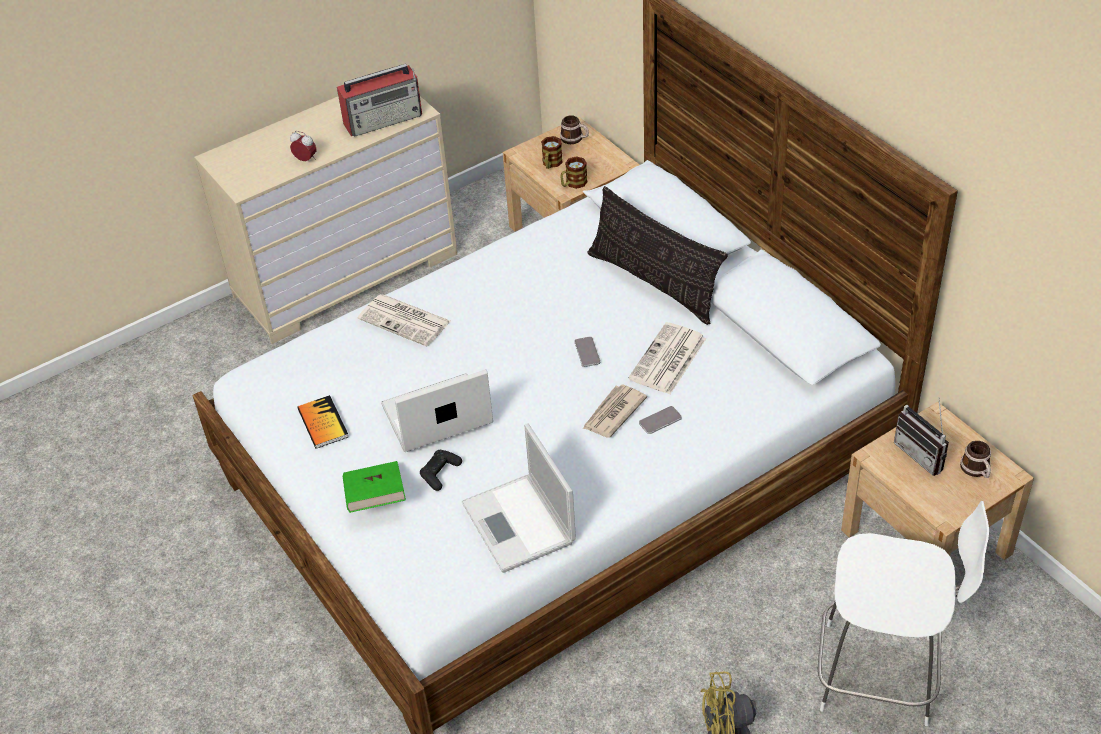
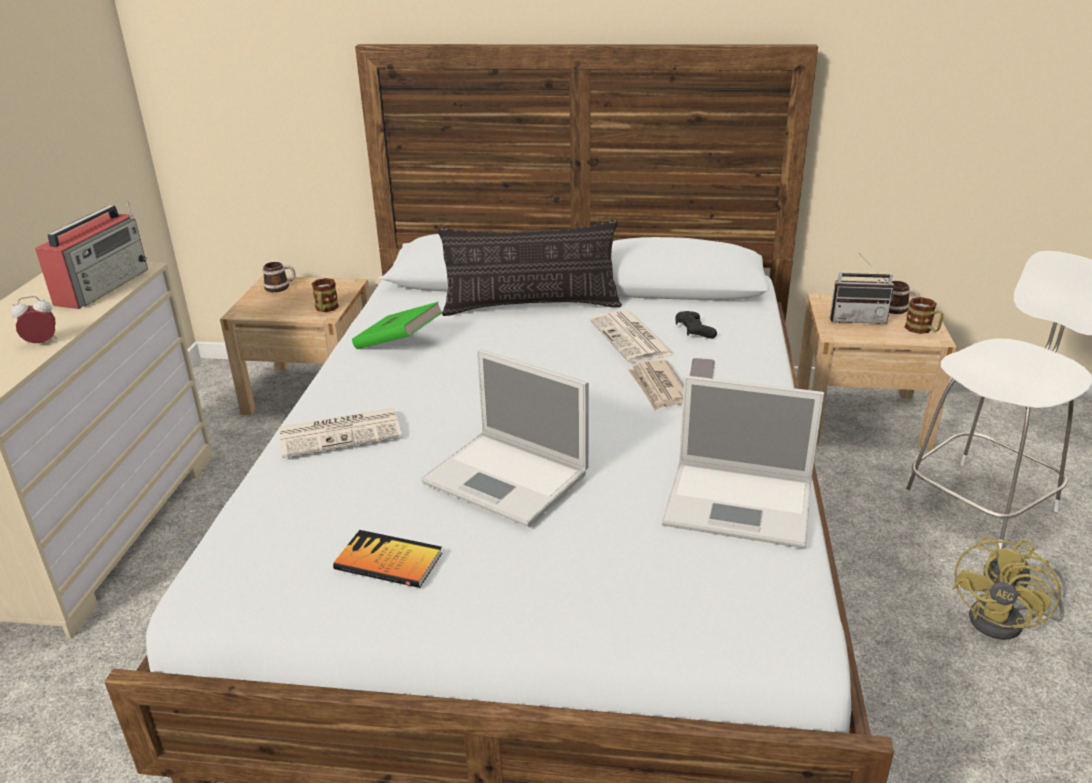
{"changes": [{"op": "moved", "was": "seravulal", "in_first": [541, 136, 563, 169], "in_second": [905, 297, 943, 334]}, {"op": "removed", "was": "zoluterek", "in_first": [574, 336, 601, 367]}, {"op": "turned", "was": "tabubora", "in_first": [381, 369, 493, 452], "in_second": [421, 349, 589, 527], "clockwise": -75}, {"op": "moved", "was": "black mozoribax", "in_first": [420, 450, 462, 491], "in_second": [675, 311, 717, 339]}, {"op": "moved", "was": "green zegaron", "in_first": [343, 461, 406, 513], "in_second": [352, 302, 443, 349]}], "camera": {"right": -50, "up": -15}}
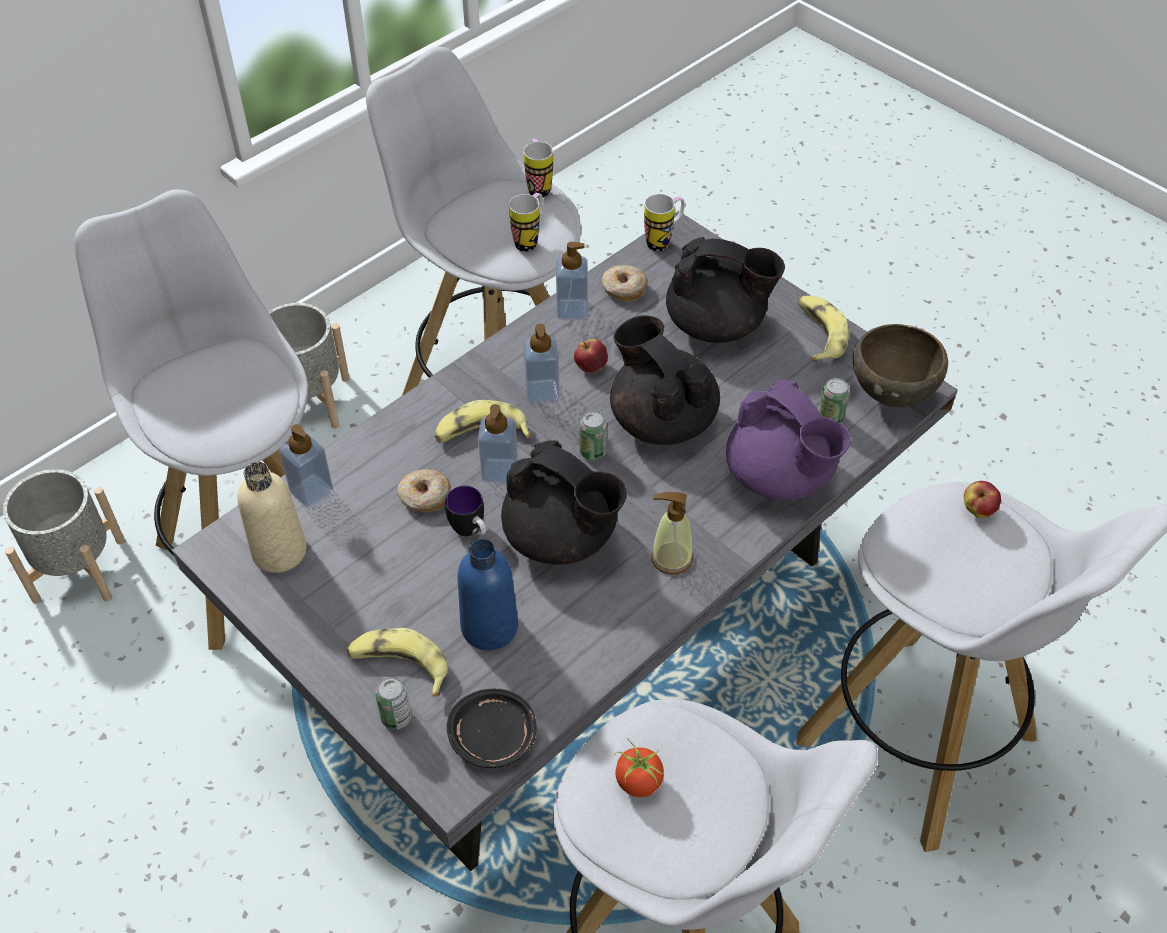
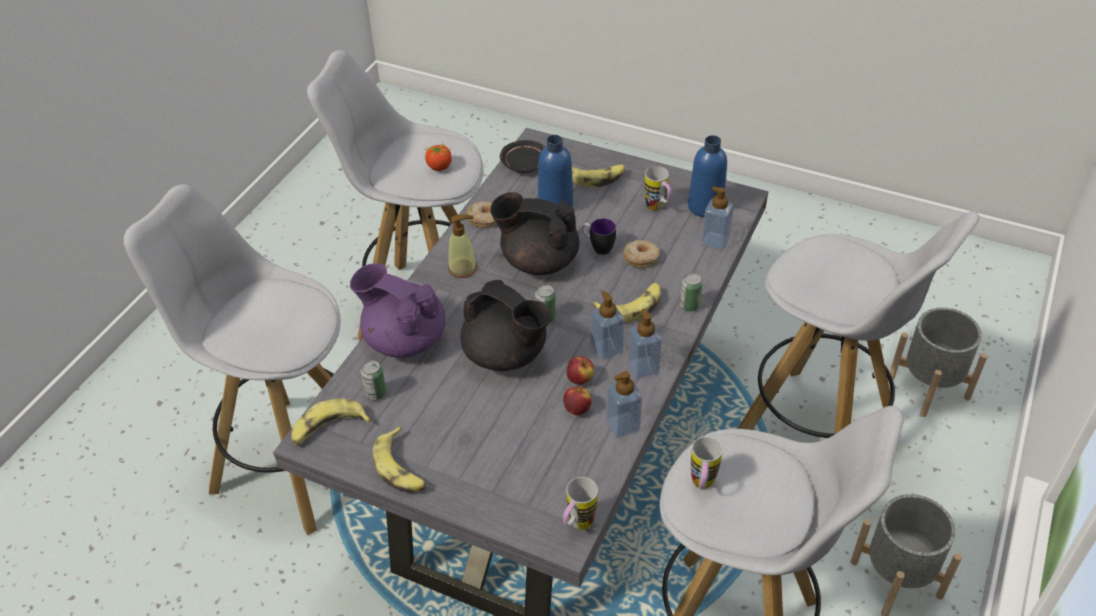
{"changes": [{"op": "moved", "was": "seravulal", "in_first": [524, 139, 553, 198], "in_second": [644, 166, 671, 211]}, {"op": "removed", "was": "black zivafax", "in_first": [666, 237, 785, 343]}, {"op": "moved", "was": "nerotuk", "in_first": [602, 265, 648, 302], "in_second": [466, 201, 497, 228]}, {"op": "replaced", "was": "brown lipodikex", "now": "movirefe", "in_first": [853, 324, 948, 407], "in_second": [291, 399, 371, 446]}, {"op": "moved", "was": "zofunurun", "in_first": [478, 404, 518, 483], "in_second": [628, 309, 662, 378]}, {"op": "recoloured", "was": "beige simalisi", "now": "blue simalisi", "in_first": [237, 462, 307, 573], "in_second": [688, 135, 727, 217]}, {"op": "moved", "was": "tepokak", "in_first": [964, 481, 1001, 518], "in_second": [563, 386, 592, 415]}, {"op": "moved", "was": "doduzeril", "in_first": [375, 677, 412, 730], "in_second": [680, 273, 703, 311]}], "camera": {"right": 160, "up": -5}}
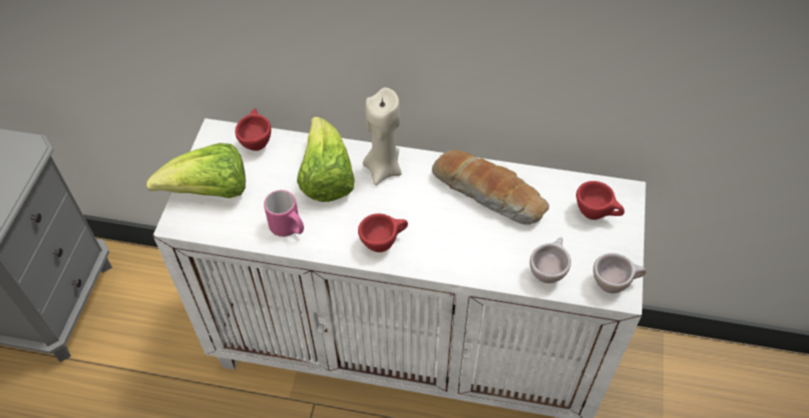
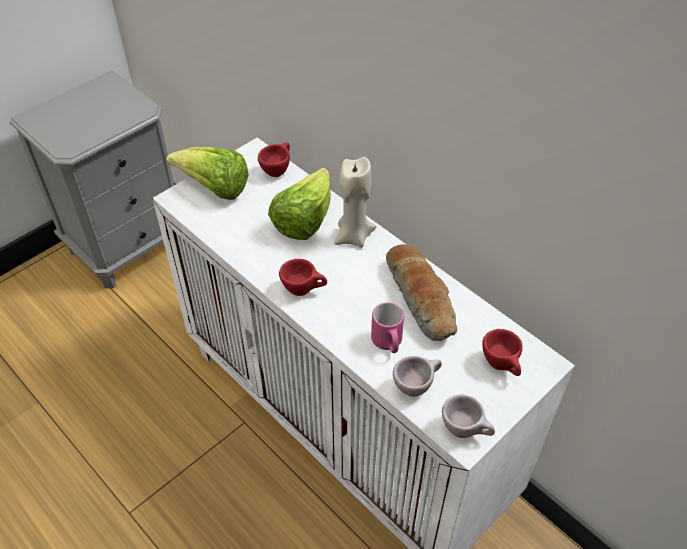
{"changes": [{"op": "moved", "was": "pink seravulal", "in_first": [264, 190, 304, 237], "in_second": [371, 302, 404, 353]}], "camera": {"right": 35, "up": -5}}
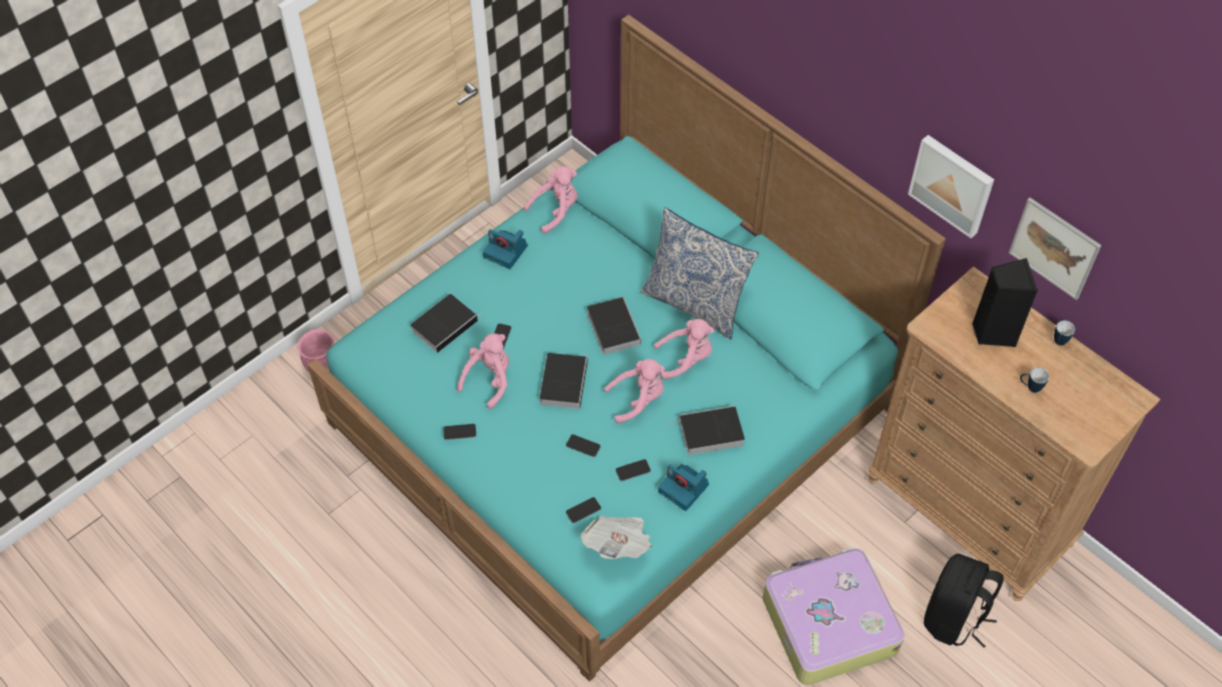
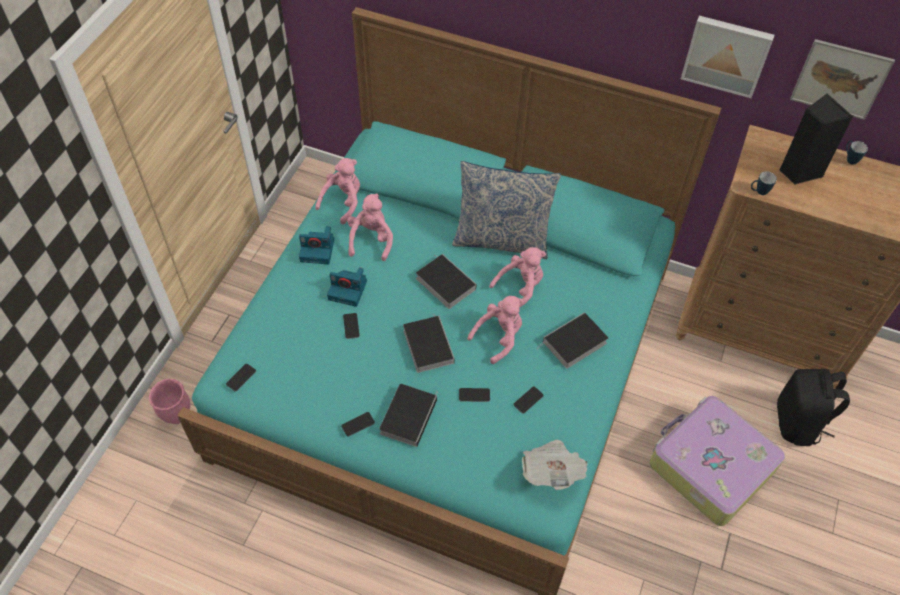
{"changes": [{"op": "moved", "was": "zegaron", "in_first": [410, 294, 483, 353], "in_second": [379, 384, 438, 447]}, {"op": "moved", "was": "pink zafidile", "in_first": [457, 333, 509, 409], "in_second": [347, 193, 393, 261]}, {"op": "moved", "was": "seravulal", "in_first": [1020, 367, 1049, 393], "in_second": [751, 171, 777, 195]}, {"op": "moved", "was": "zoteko", "in_first": [658, 464, 709, 511], "in_second": [327, 267, 367, 307]}, {"op": "moved", "was": "zoluterek", "in_first": [566, 497, 601, 523], "in_second": [226, 364, 256, 391]}], "camera": {"right": -25, "up": 0}}
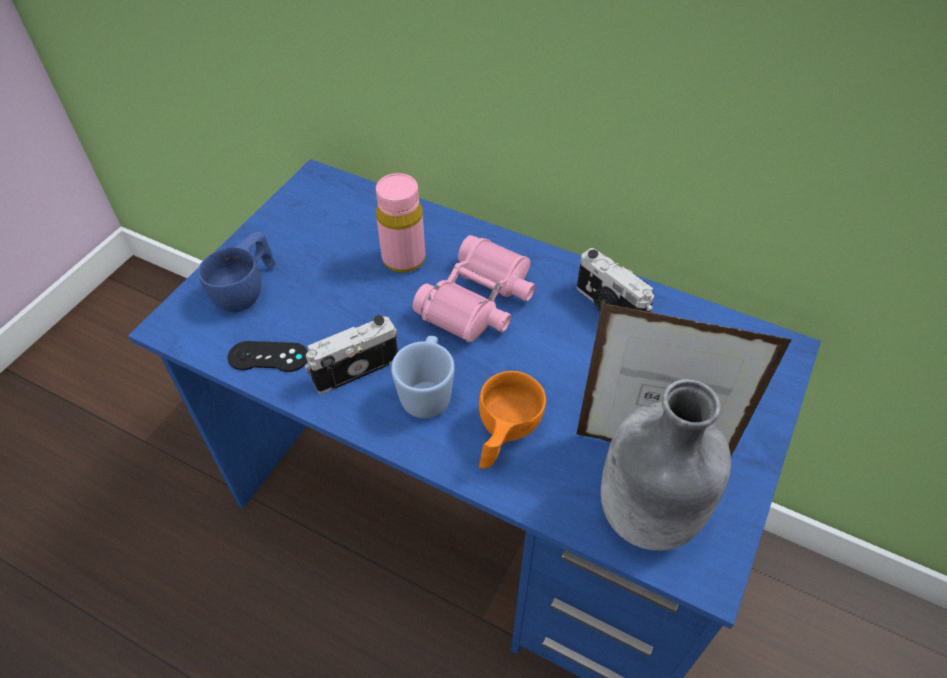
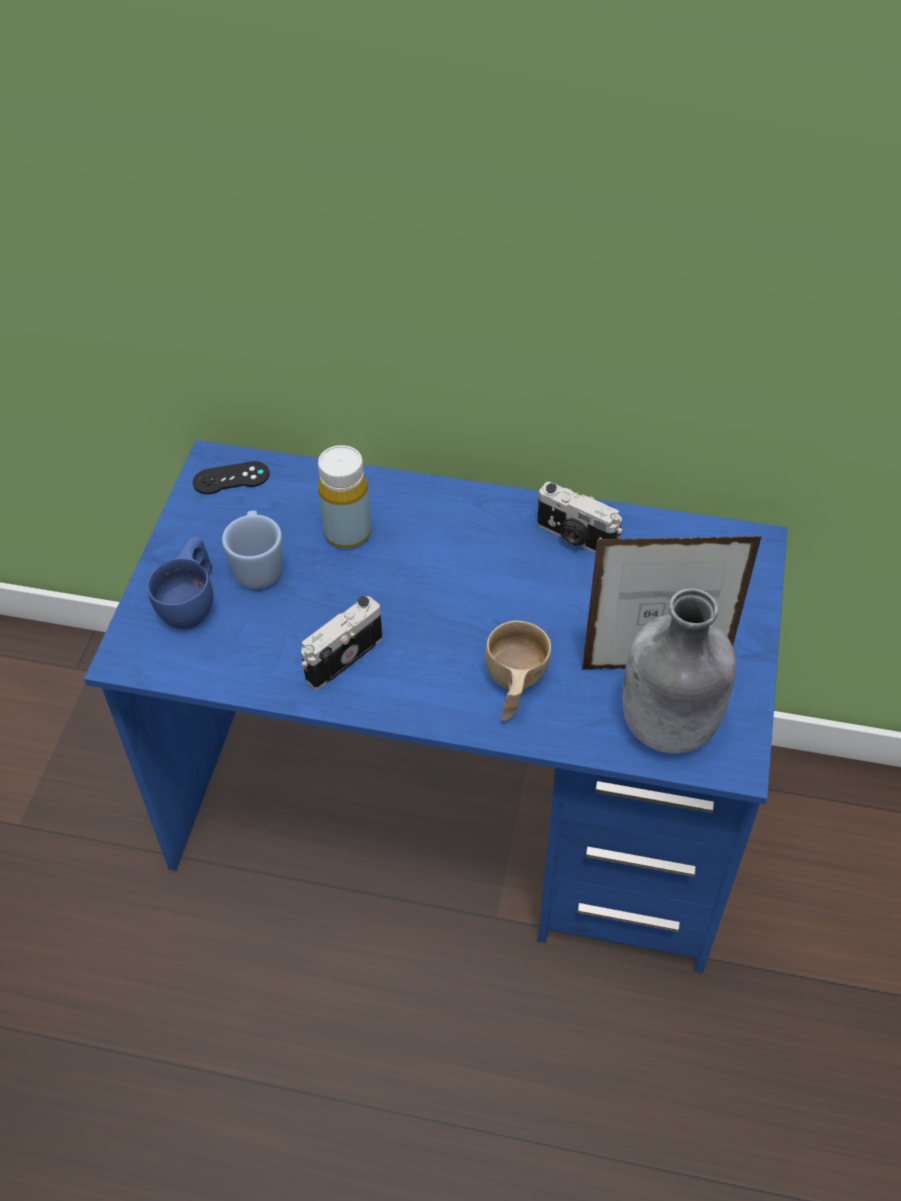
{"changes": [{"op": "recoloured", "was": "pink simalisi", "now": "yellow simalisi", "in_first": [376, 173, 425, 273], "in_second": [318, 445, 371, 548]}, {"op": "removed", "was": "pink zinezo", "in_first": [413, 235, 535, 342]}, {"op": "moved", "was": "blue seravulal", "in_first": [391, 336, 455, 418], "in_second": [222, 510, 282, 589]}, {"op": "moved", "was": "black mozoribax", "in_first": [228, 341, 308, 372], "in_second": [193, 461, 269, 494]}, {"op": "recoloured", "was": "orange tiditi", "now": "beige tiditi", "in_first": [479, 371, 546, 469], "in_second": [485, 621, 551, 721]}], "camera": {"right": -15, "up": 0}}
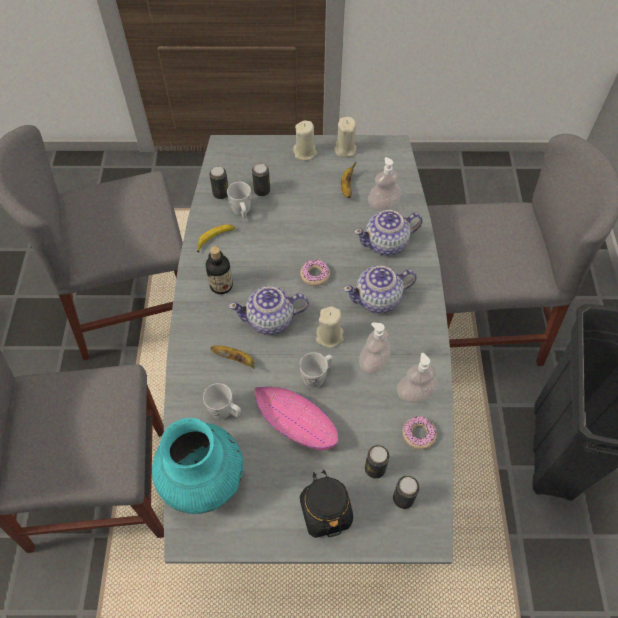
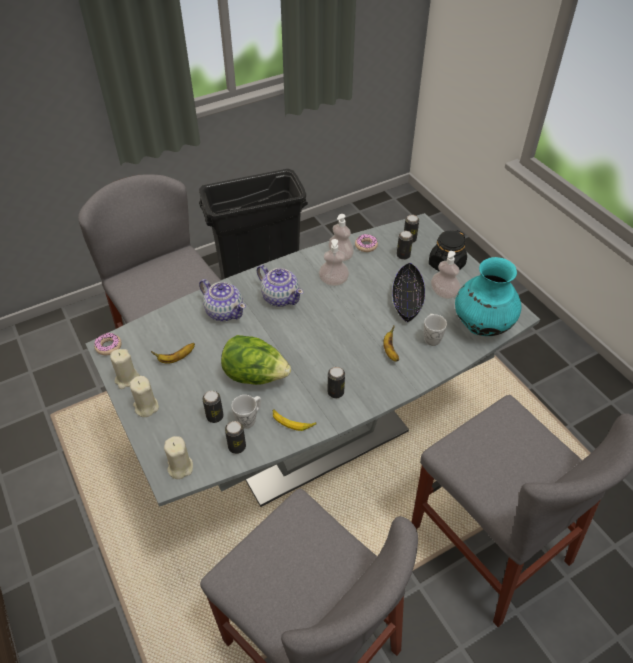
{"changes": [{"op": "moved", "was": "zofunurun", "in_first": [368, 157, 401, 211], "in_second": [431, 251, 460, 299]}, {"op": "replaced", "was": "simalisi", "now": "doduzeril", "in_first": [206, 246, 233, 294], "in_second": [327, 367, 345, 398]}, {"op": "moved", "was": "nerotuk", "in_first": [300, 260, 330, 286], "in_second": [94, 333, 122, 355]}, {"op": "removed", "was": "zivafax", "in_first": [228, 286, 309, 335]}, {"op": "moved", "was": "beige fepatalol", "in_first": [316, 307, 344, 348], "in_second": [164, 436, 193, 479]}, {"op": "removed", "was": "white seravulal", "in_first": [299, 352, 333, 388]}, {"op": "recoloured", "was": "pink lipodikex", "now": "black lipodikex", "in_first": [255, 387, 338, 450], "in_second": [392, 263, 425, 322]}, {"op": "added", "now": "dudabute", "in_second": [221, 335, 291, 385]}], "camera": {"right": -120, "up": -10}}
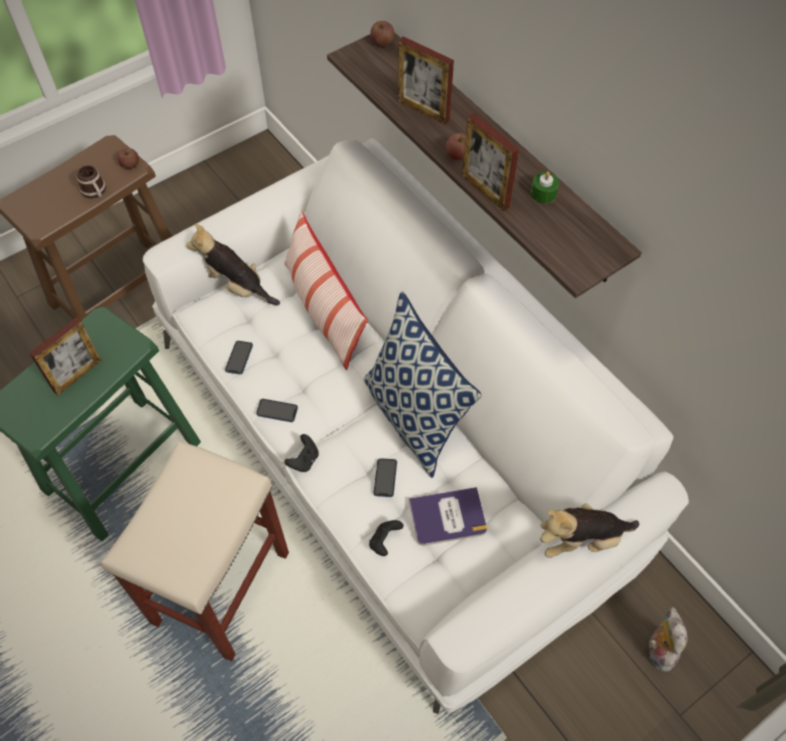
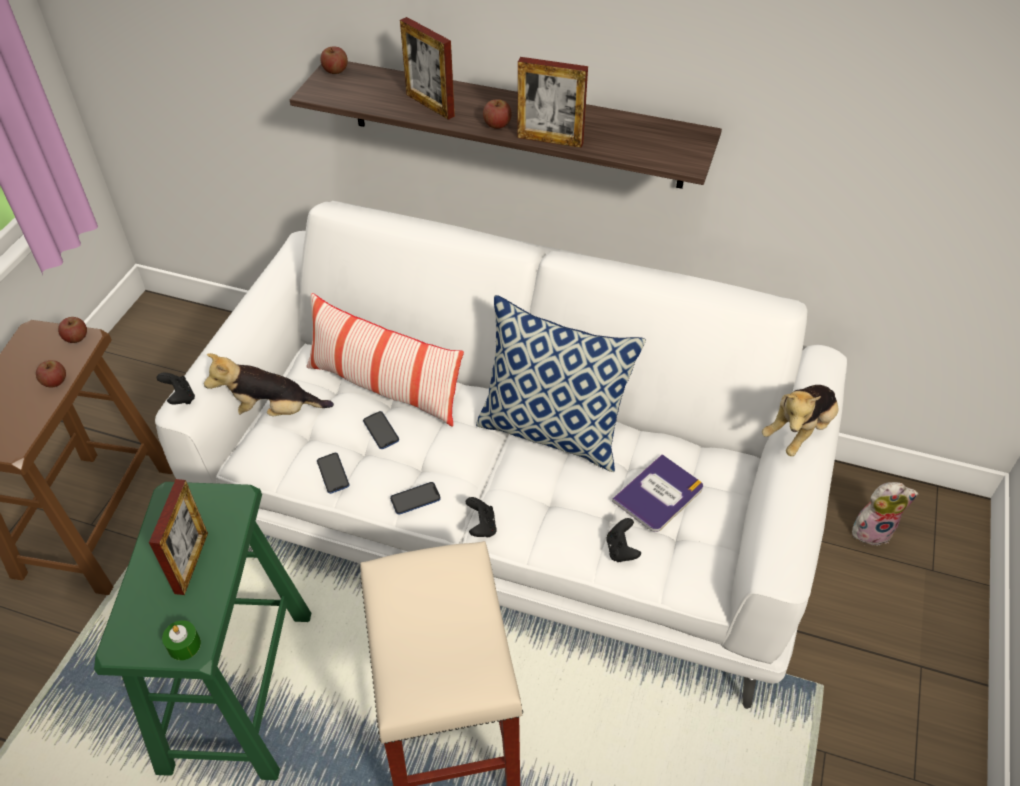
{"changes": [{"op": "turned", "was": "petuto", "in_first": [398, 36, 454, 125], "in_second": [400, 17, 455, 120], "clockwise": 45}, {"op": "replaced", "was": "seravulal", "now": "tepokak", "in_first": [76, 165, 106, 198], "in_second": [36, 360, 66, 388]}, {"op": "moved", "was": "green fepatalol", "in_first": [531, 171, 559, 204], "in_second": [162, 620, 201, 660]}, {"op": "moved", "was": "zoluterek", "in_first": [374, 458, 397, 497], "in_second": [363, 411, 399, 449]}, {"op": "turned", "was": "zafidile", "in_first": [646, 607, 688, 672], "in_second": [852, 482, 918, 546], "clockwise": 120}, {"op": "added", "now": "black mozoribax", "in_second": [157, 373, 195, 404]}], "camera": {"right": -35, "up": -10}}
